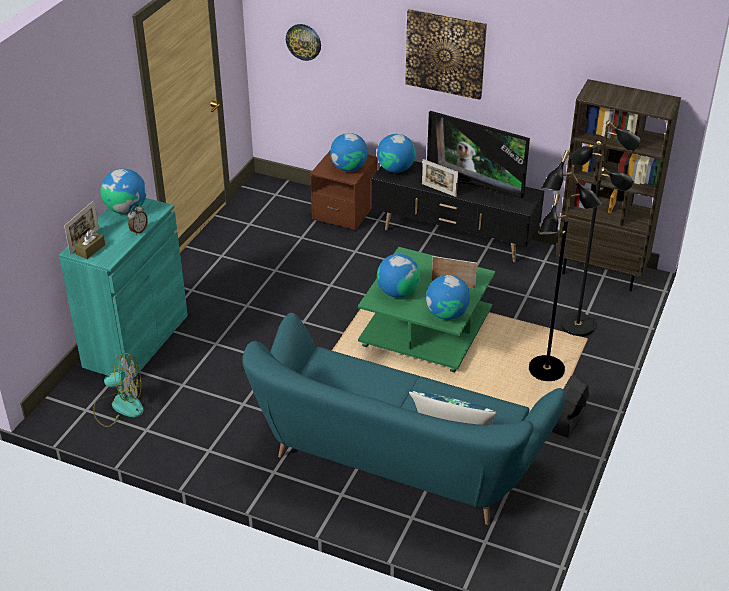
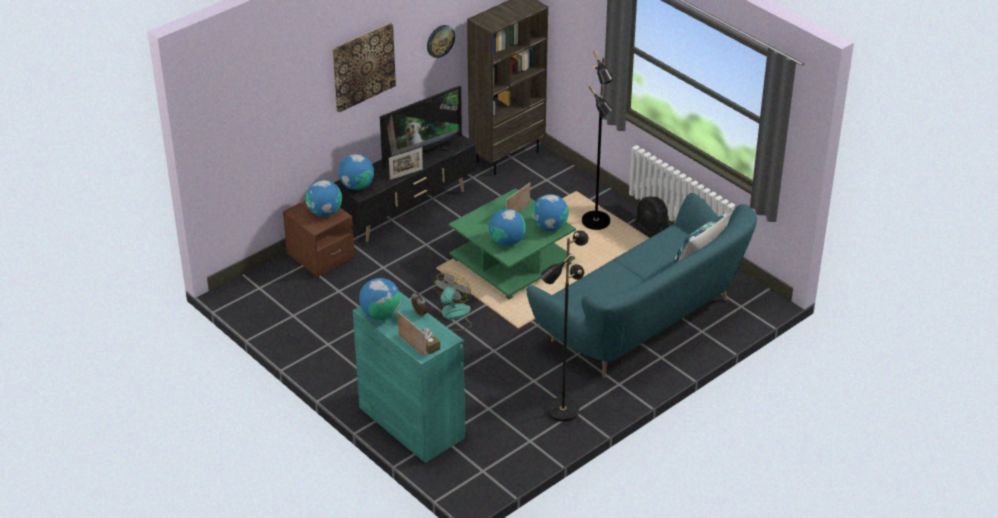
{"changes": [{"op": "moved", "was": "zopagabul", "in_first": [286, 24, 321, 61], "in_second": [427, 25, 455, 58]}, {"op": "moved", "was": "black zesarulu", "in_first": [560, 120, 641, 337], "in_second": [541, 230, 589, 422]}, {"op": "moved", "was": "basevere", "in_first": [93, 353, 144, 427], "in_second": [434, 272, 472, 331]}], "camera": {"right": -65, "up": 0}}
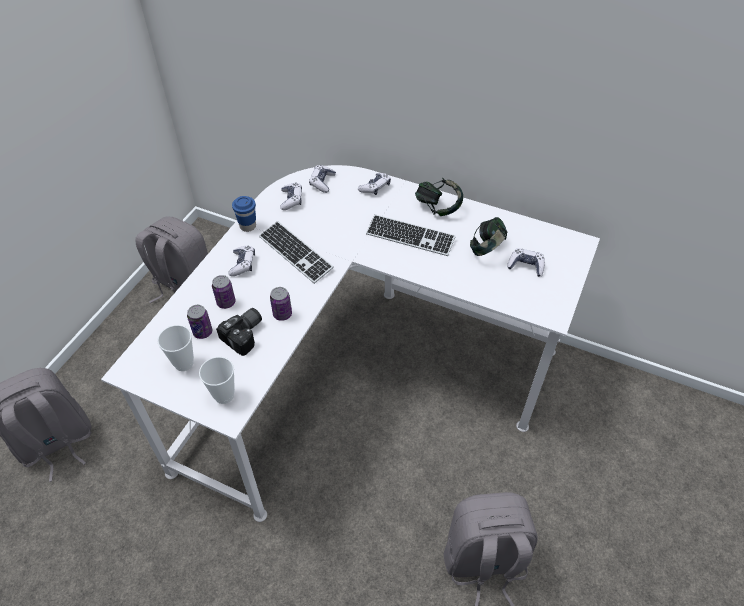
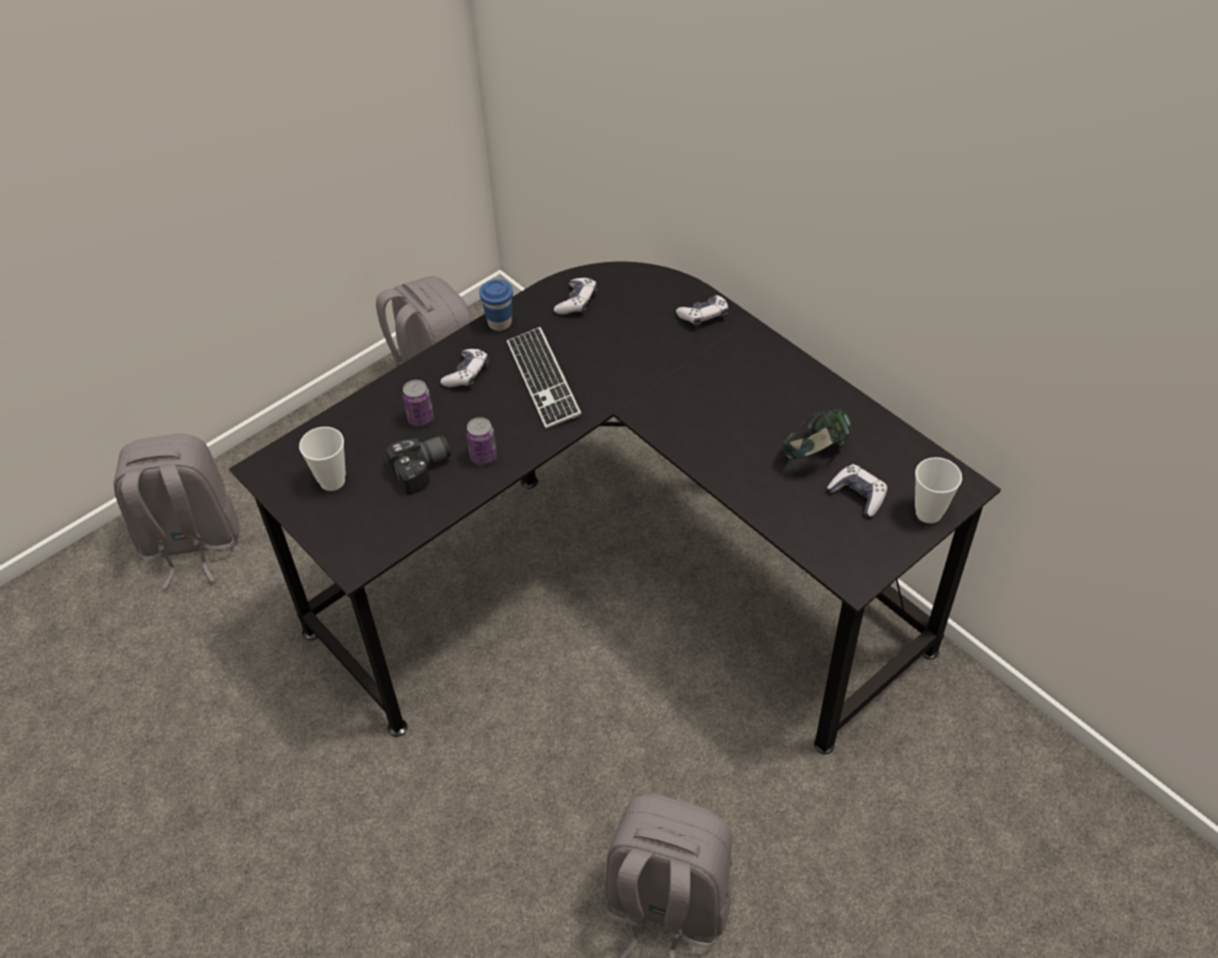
{"changes": [{"op": "recoloured", "was": "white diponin", "now": "black diponin", "in_first": [101, 165, 600, 522], "in_second": [229, 262, 1001, 754]}, {"op": "removed", "was": "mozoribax", "in_first": [309, 165, 336, 193]}, {"op": "removed", "was": "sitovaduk", "in_first": [415, 178, 463, 216]}, {"op": "removed", "was": "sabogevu", "in_first": [366, 214, 456, 256]}, {"op": "removed", "was": "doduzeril", "in_first": [187, 305, 212, 339]}, {"op": "moved", "was": "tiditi", "in_first": [199, 357, 235, 404], "in_second": [915, 457, 962, 523]}], "camera": {"right": 25, "up": 0}}
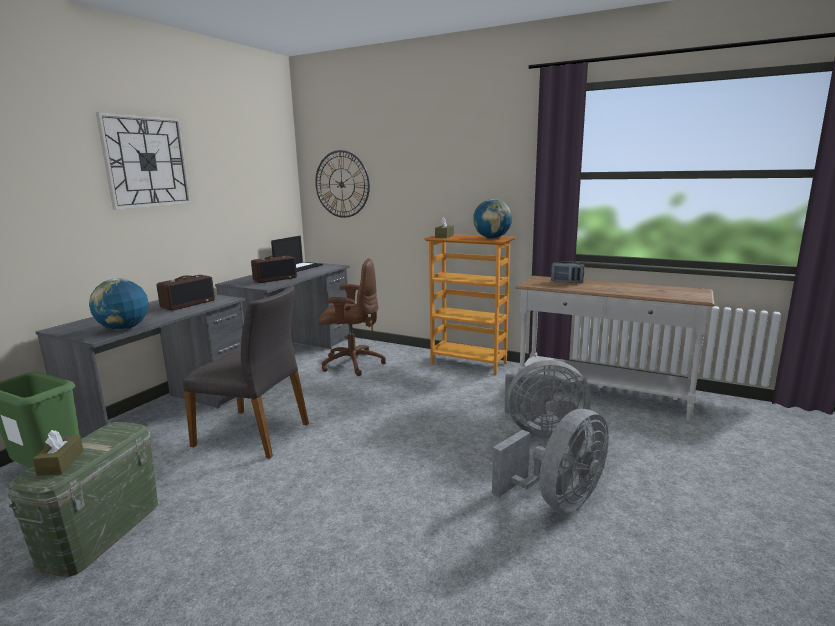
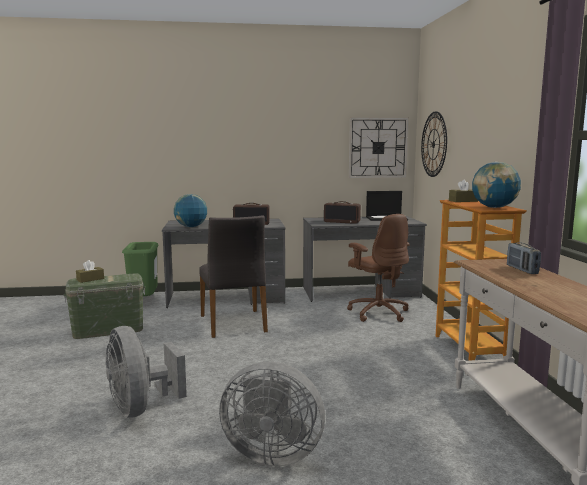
{"changes": [{"op": "moved", "was": "zopagabul", "in_first": [96, 112, 192, 210], "in_second": [349, 117, 409, 178]}, {"op": "moved", "was": "grey basevere", "in_first": [505, 360, 591, 439], "in_second": [106, 326, 187, 418]}], "camera": {"right": 55, "up": -5}}
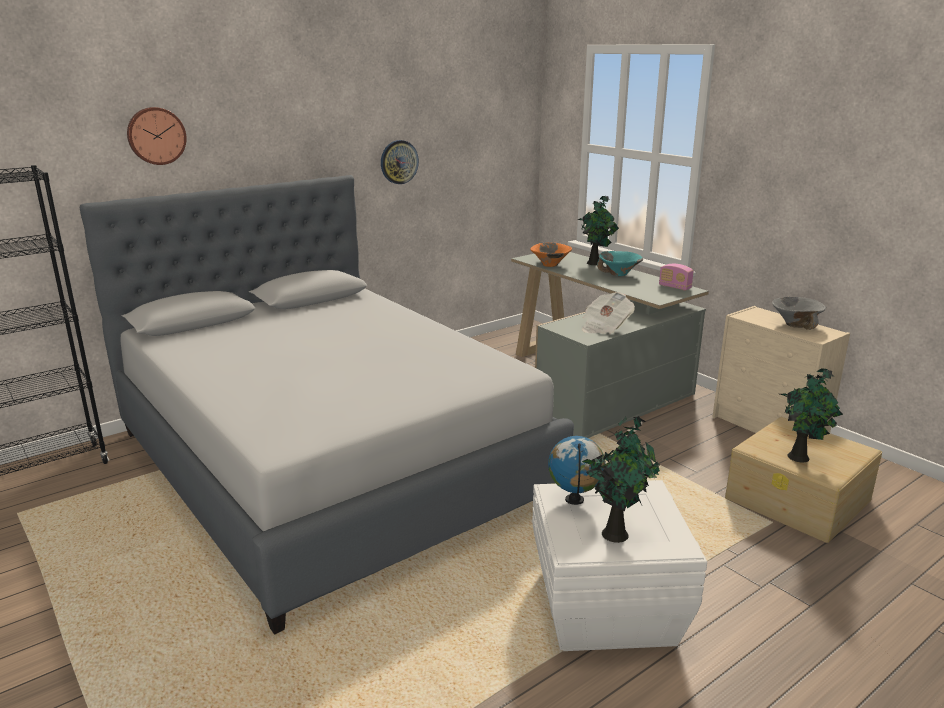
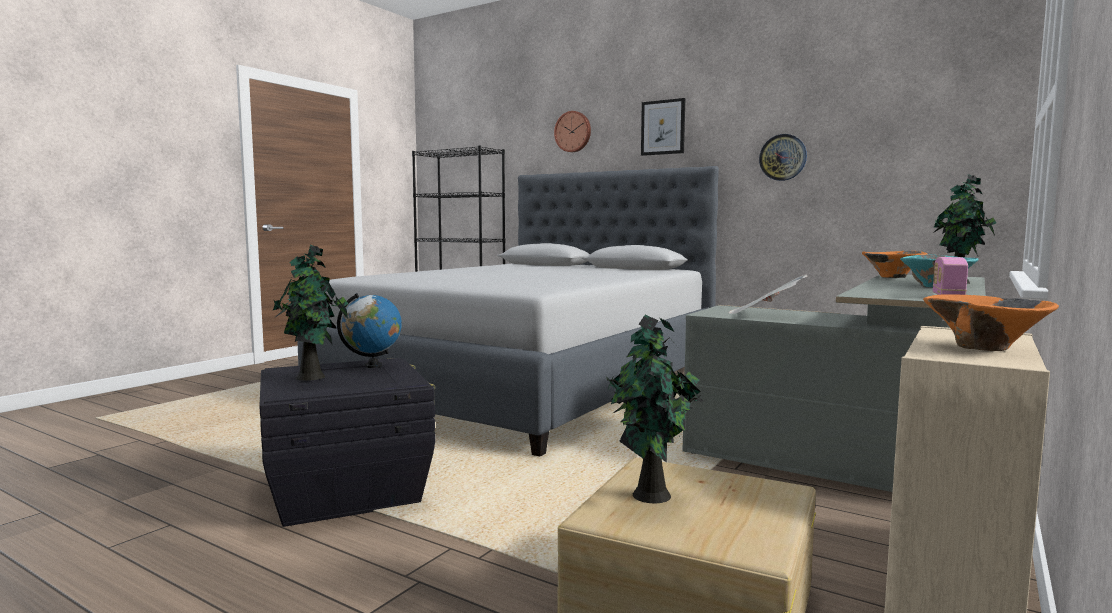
{"changes": [{"op": "recoloured", "was": "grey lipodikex", "now": "orange lipodikex", "in_first": [772, 297, 826, 330], "in_second": [923, 294, 1059, 351]}, {"op": "recoloured", "was": "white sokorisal", "now": "black sokorisal", "in_first": [532, 480, 707, 651], "in_second": [259, 358, 436, 527]}, {"op": "added", "now": "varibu", "in_second": [641, 98, 685, 156]}], "camera": {"right": 70, "up": -15}}
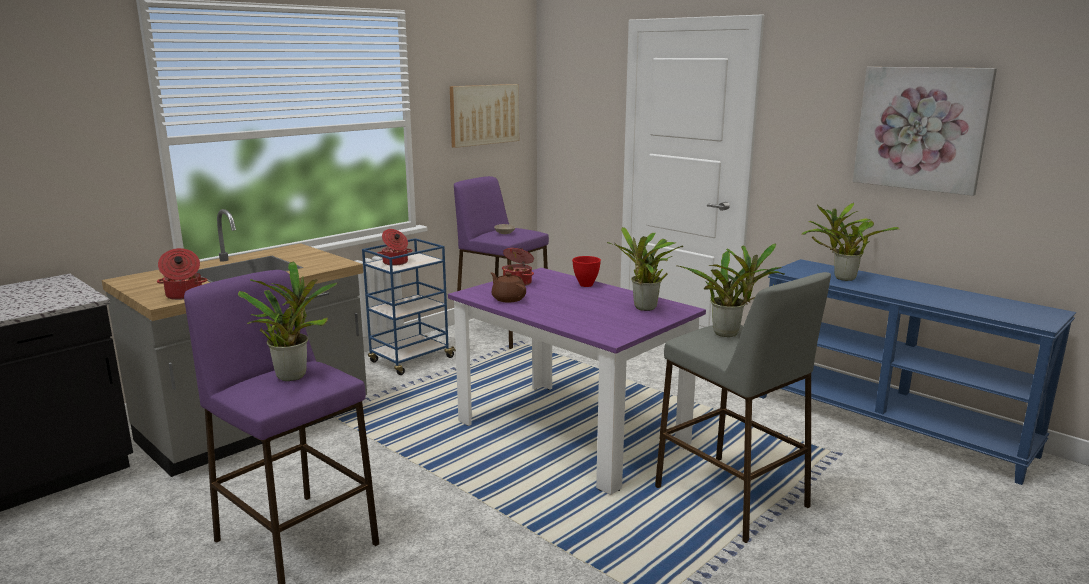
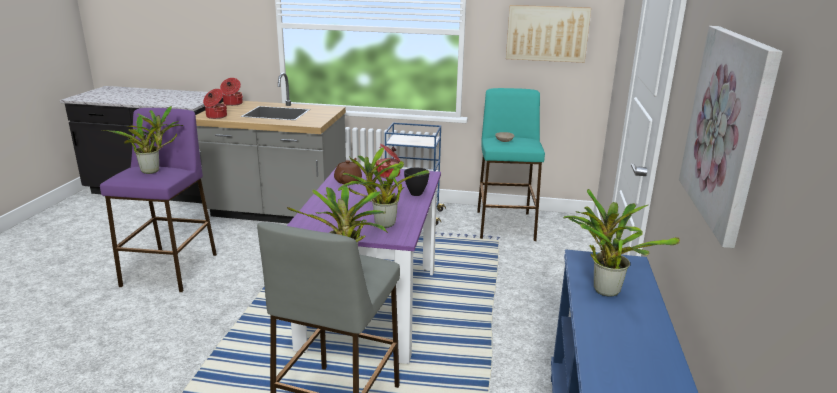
{"changes": [{"op": "recoloured", "was": "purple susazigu", "now": "turquoise susazigu", "in_first": [454, 176, 549, 349], "in_second": [477, 88, 545, 241]}, {"op": "moved", "was": "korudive", "in_first": [378, 229, 413, 266], "in_second": [220, 78, 243, 106]}, {"op": "recoloured", "was": "red lipodikex", "now": "black lipodikex", "in_first": [572, 256, 601, 287], "in_second": [404, 168, 429, 196]}], "camera": {"right": 55, "up": 5}}
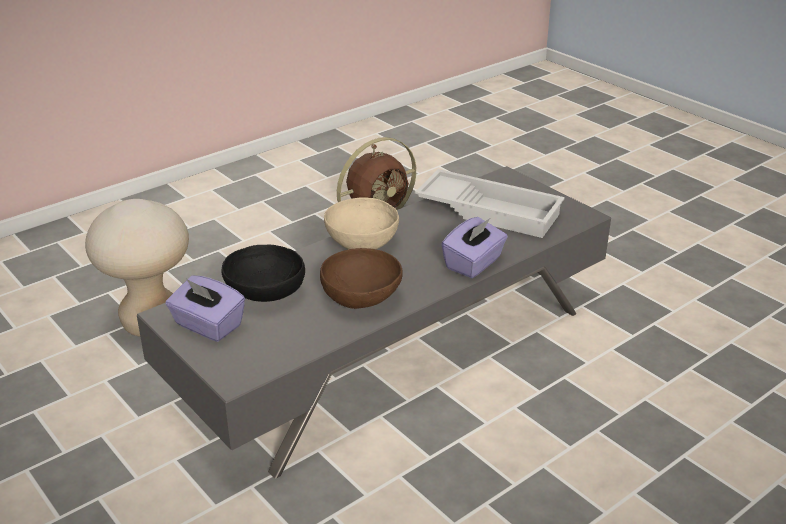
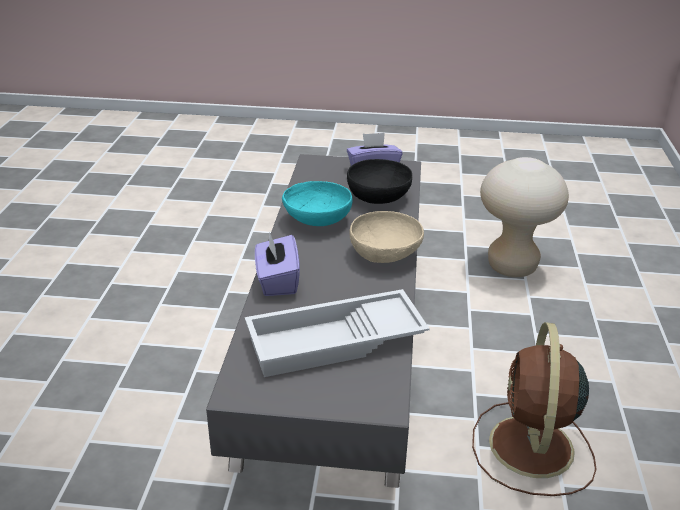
{"changes": [{"op": "recoloured", "was": "brown lipodikex", "now": "turquoise lipodikex", "in_first": [320, 248, 403, 309], "in_second": [282, 181, 353, 226]}], "camera": {"right": 135, "up": 0}}
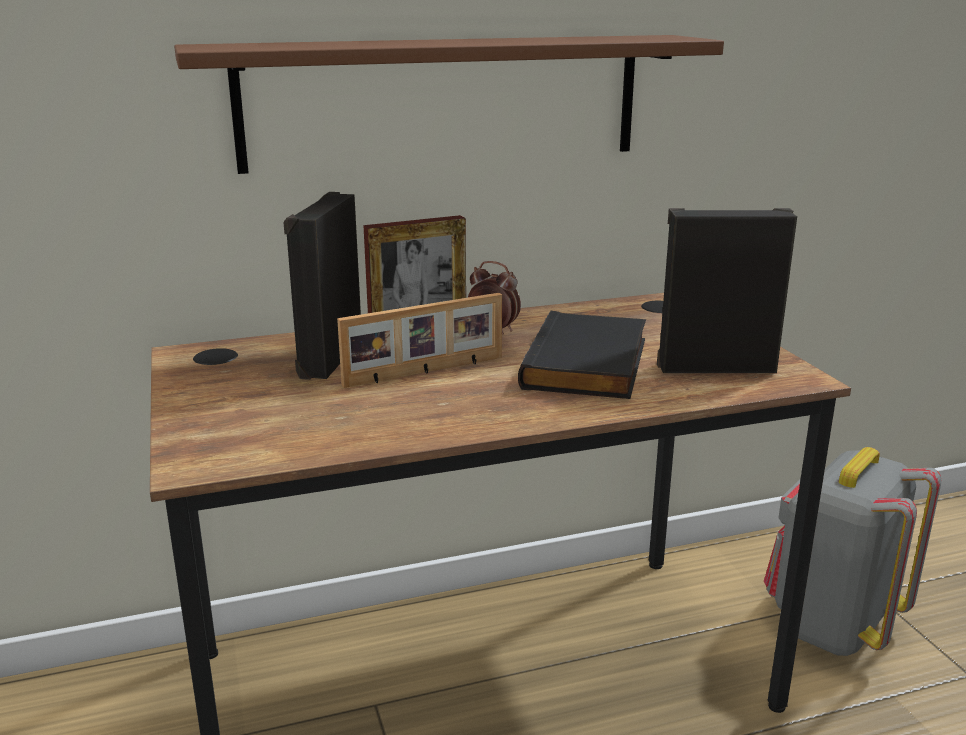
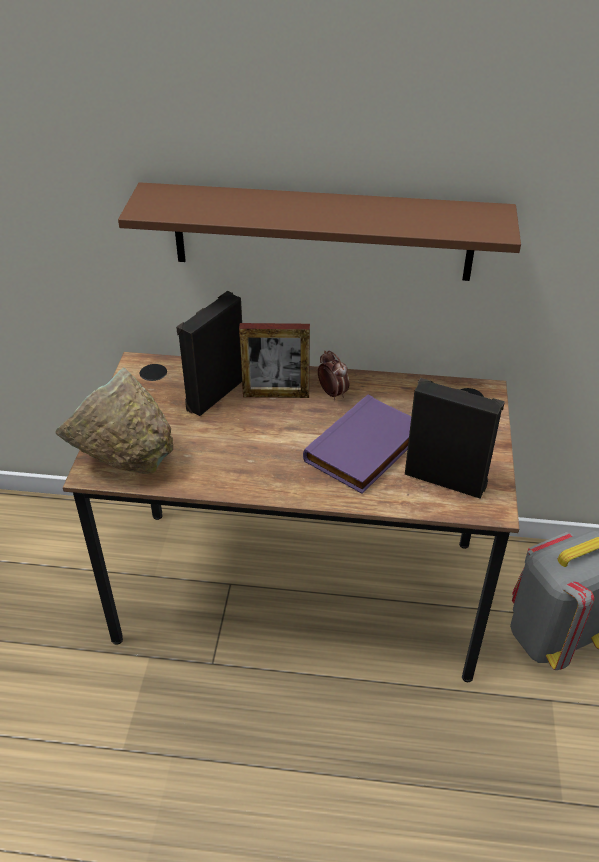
{"changes": [{"op": "removed", "was": "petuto", "in_first": [337, 293, 502, 388]}, {"op": "recoloured", "was": "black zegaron", "now": "purple zegaron", "in_first": [518, 311, 646, 399], "in_second": [303, 394, 411, 494]}, {"op": "added", "now": "green lipodikex", "in_second": [55, 367, 173, 474]}], "camera": {"right": 25, "up": 20}}
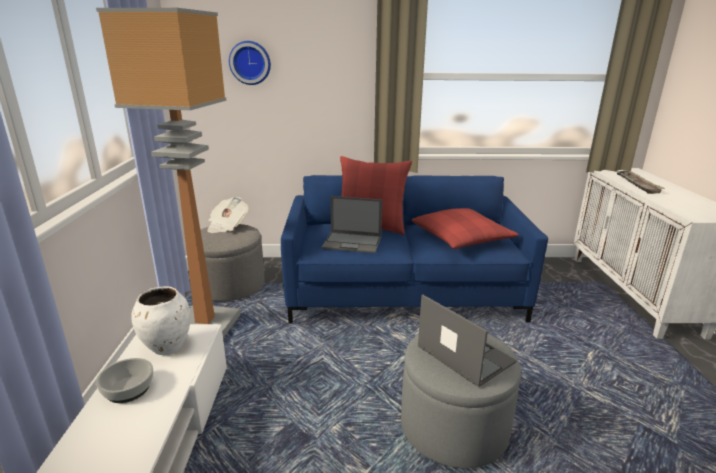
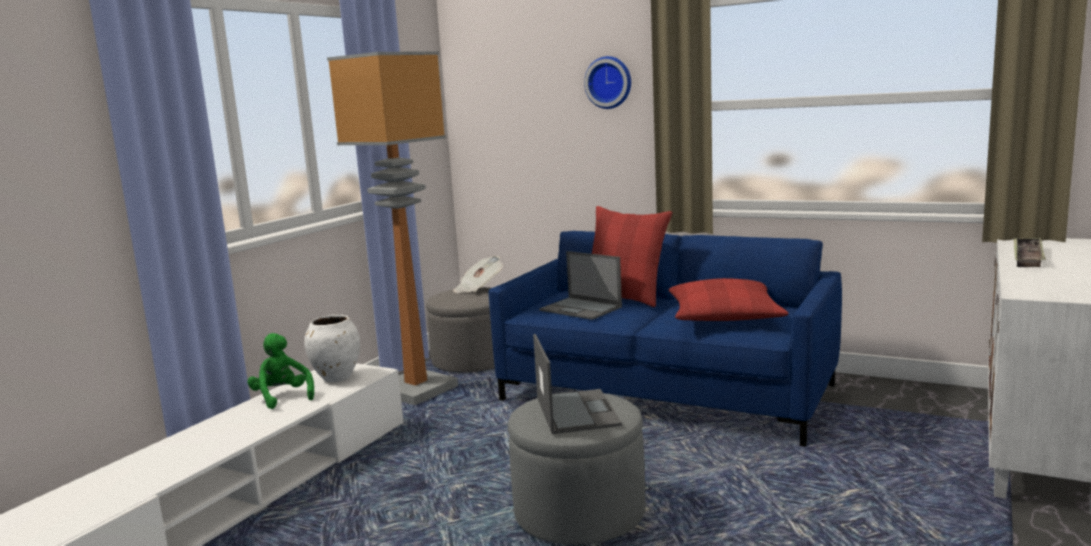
{"changes": [{"op": "moved", "was": "zopagabul", "in_first": [229, 41, 271, 85], "in_second": [584, 56, 631, 109]}, {"op": "replaced", "was": "lipodikex", "now": "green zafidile", "in_first": [96, 358, 153, 403], "in_second": [248, 333, 314, 409]}], "camera": {"right": 30, "up": -10}}
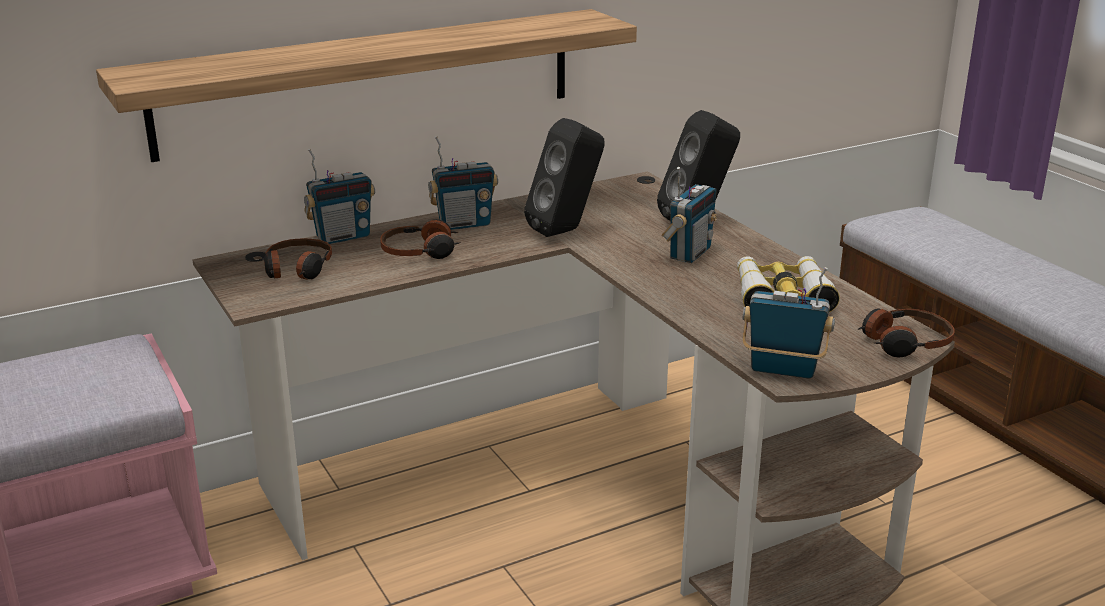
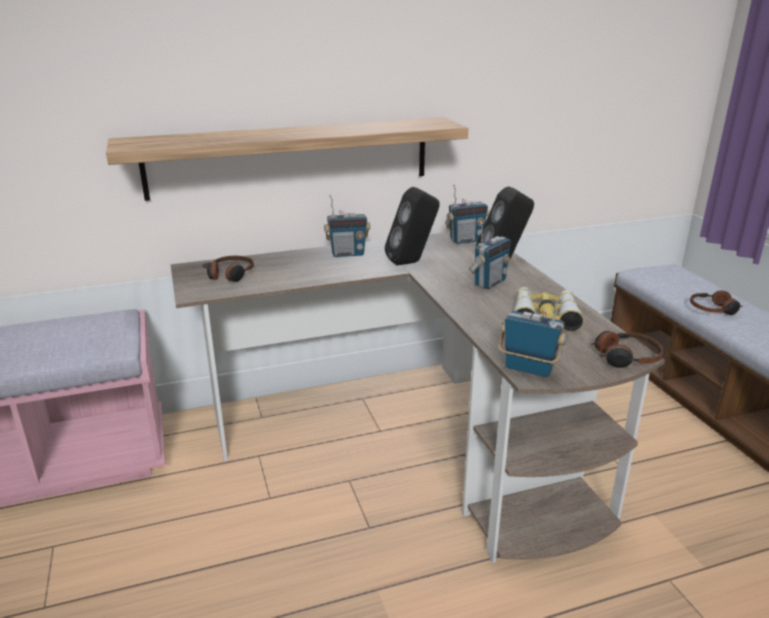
{"changes": [{"op": "moved", "was": "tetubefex", "in_first": [304, 149, 375, 244], "in_second": [445, 184, 489, 244]}, {"op": "moved", "was": "sitovaduk", "in_first": [380, 219, 461, 259], "in_second": [690, 290, 742, 315]}], "camera": {"right": 10, "up": 0}}
